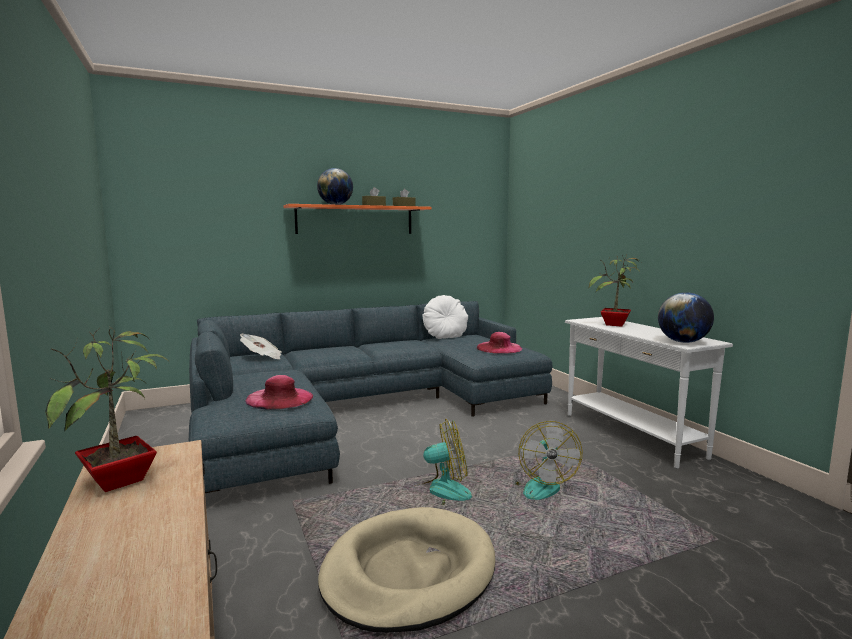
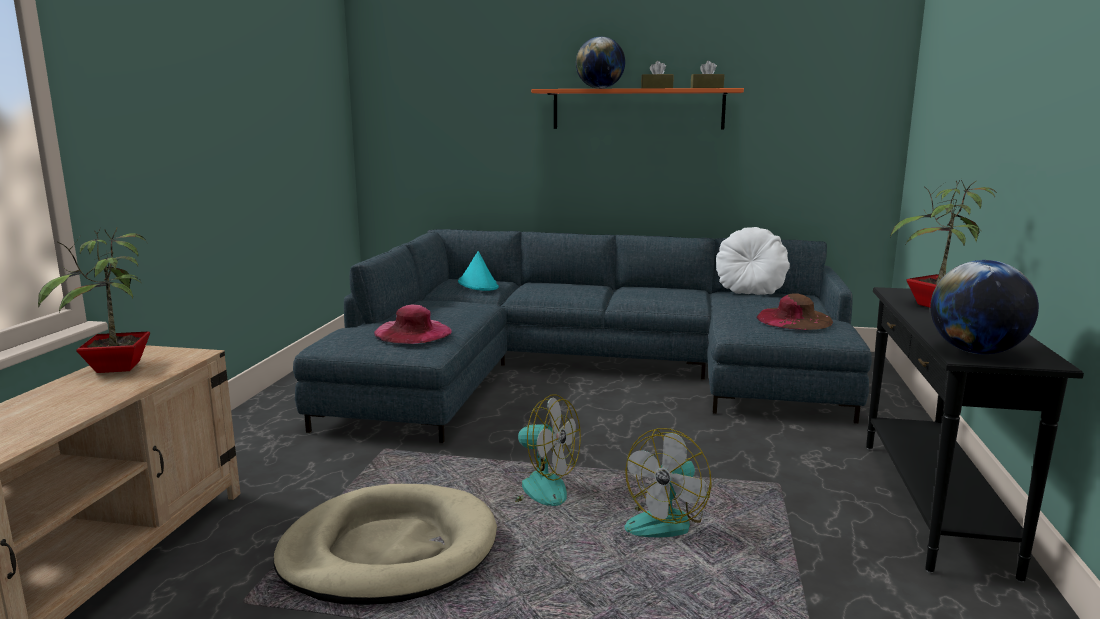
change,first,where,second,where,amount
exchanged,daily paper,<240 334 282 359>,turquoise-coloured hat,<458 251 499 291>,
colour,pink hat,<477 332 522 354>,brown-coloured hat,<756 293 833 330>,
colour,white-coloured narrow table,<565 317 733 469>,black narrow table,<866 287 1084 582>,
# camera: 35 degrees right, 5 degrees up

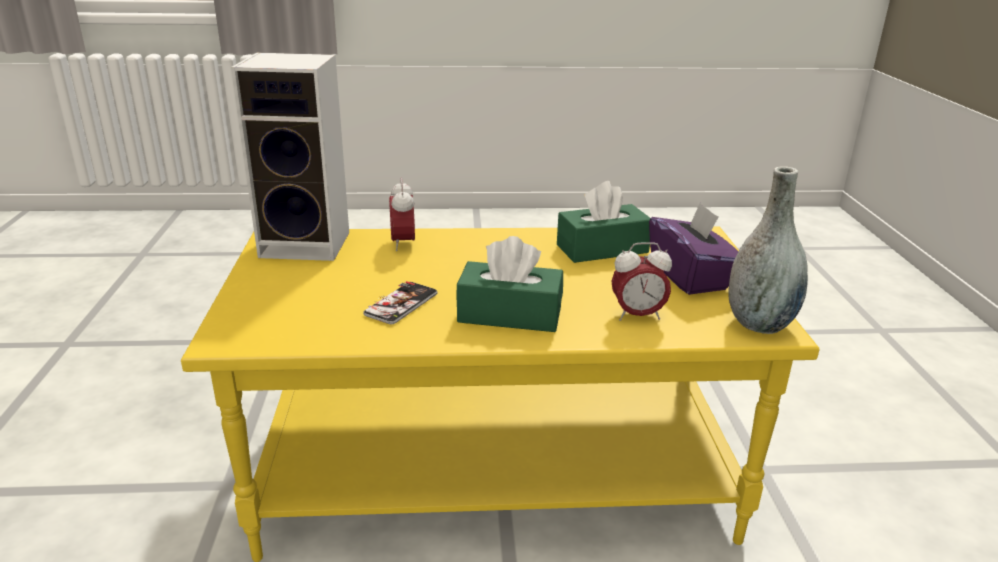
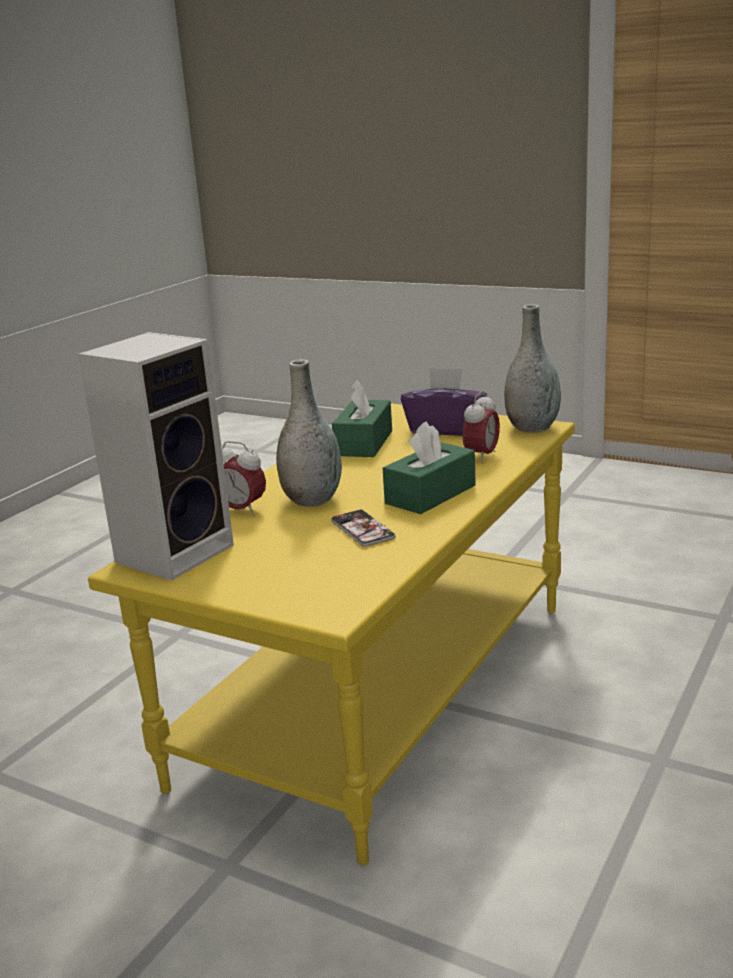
change,first,where,second,where,amount
appeared,,,gray decorative vase,<276 359 342 507>,
# camera: 55 degrees left, 5 degrees down

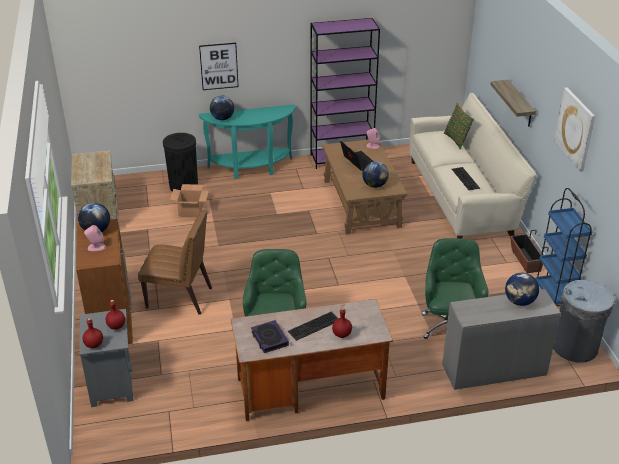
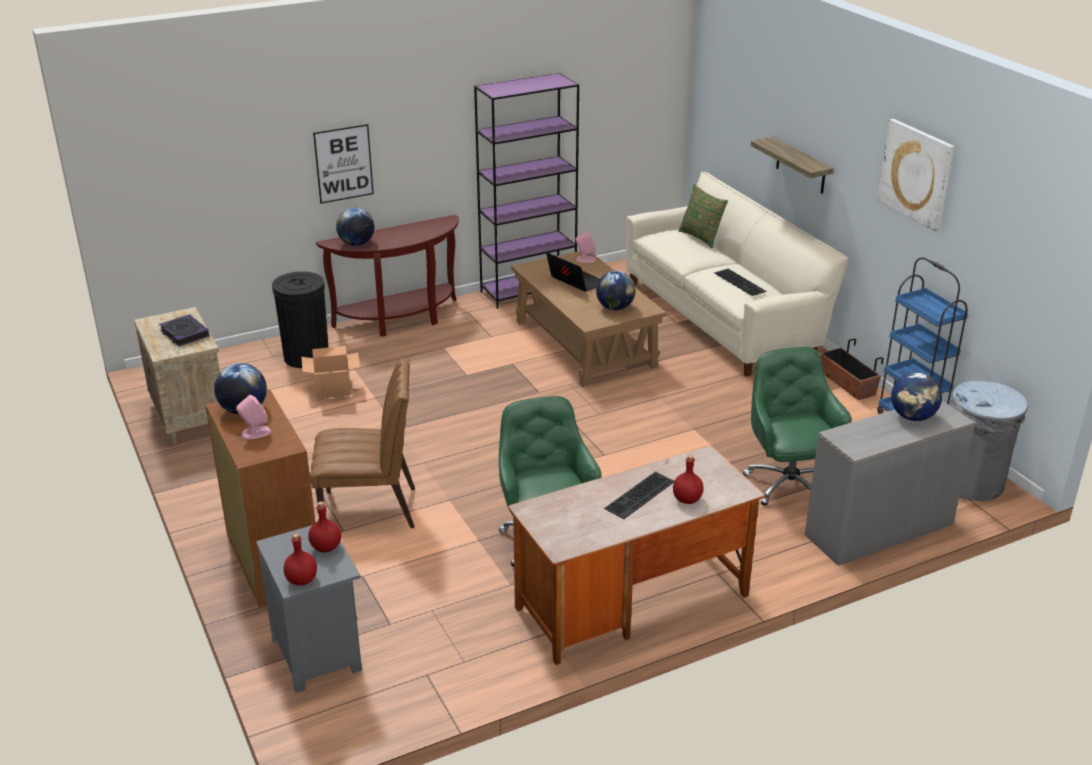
change,first,where,second,where,amount
colour,turquoise-coloured narrow table,<199 104 296 179>,brown-coloured narrow table,<316 215 459 337>,
relocated,book,<251 320 289 353>,,<159 314 209 346>,
# camera: 15 degrees left, 5 degrees down

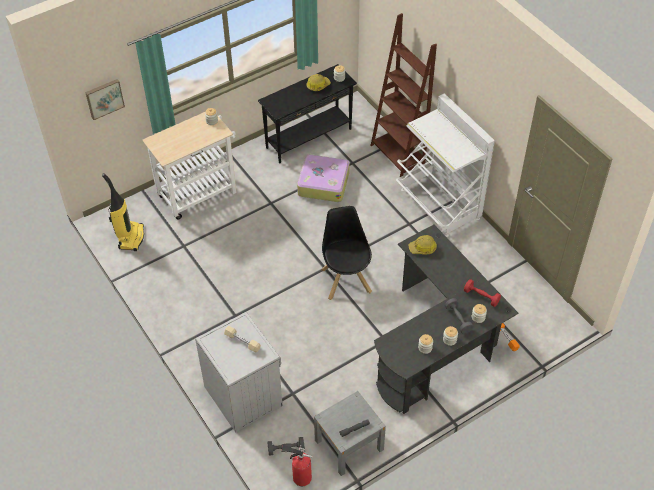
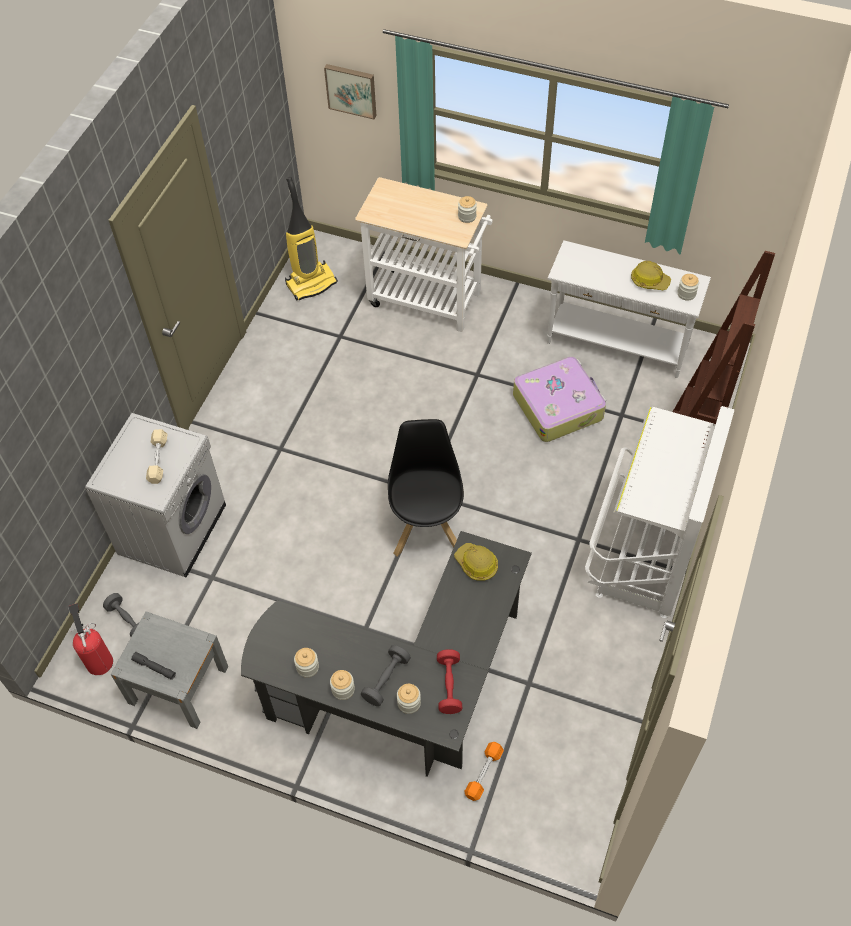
change,first,where,second,where,amount
colour,black narrow table,<258 64 357 163>,white-coloured narrow table,<547 240 711 378>,
spun,black chair,<321 206 372 300>,,<388 419 464 557>,45 degrees counterclockwise
# camera: 55 degrees right, 5 degrees up

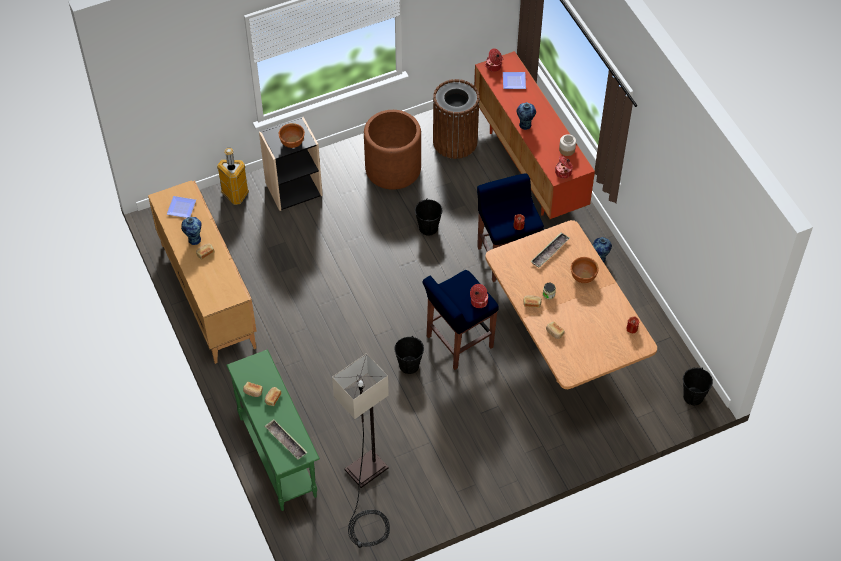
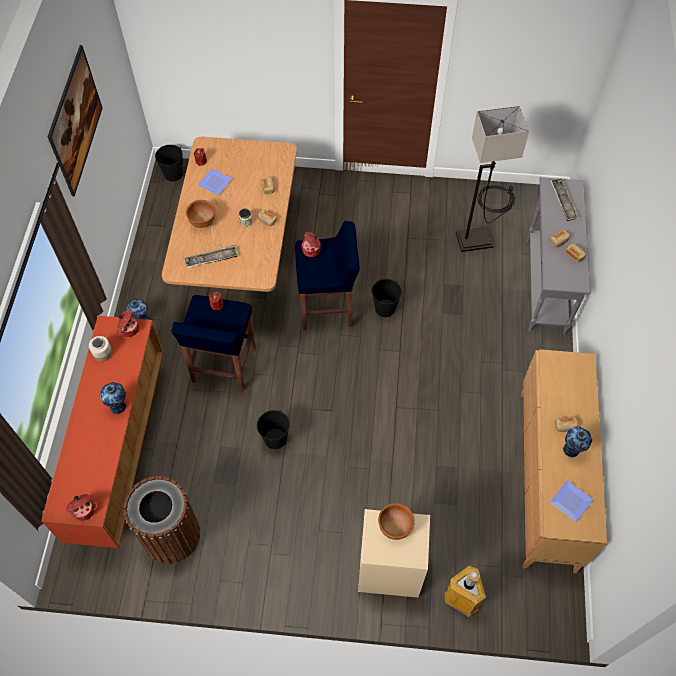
change,first,where,second,where,amount
colour,greenish narrow table,<226 349 320 511>,gray narrow table,<527 177 591 335>,
colour,black shelving unit,<259 117 323 211>,beige shelving unit,<358 509 430 598>,
missing,brown-coloured plant pot,<364 110 421 190>,,,
relocated,flat dish,<503 72 526 89>,,<198 169 232 195>,
appeared,,,wall art,<47 45 103 196>,
# camera: 150 degrees left, 5 degrees up

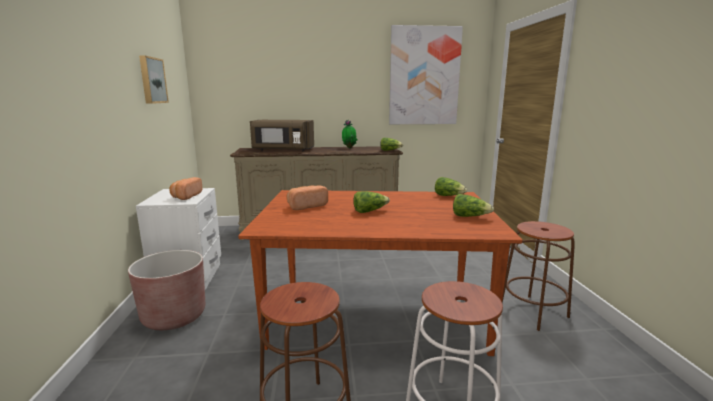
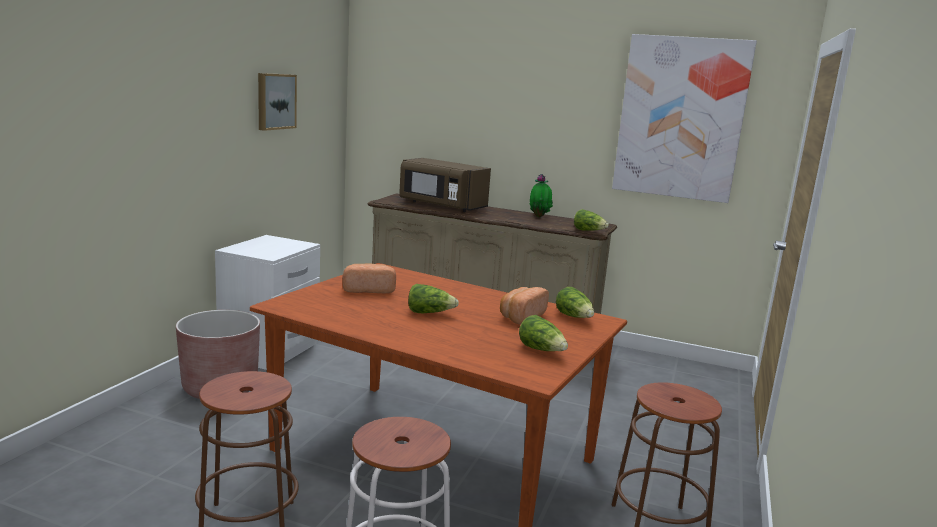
change,first,where,second,where,amount
relocated,bread,<169 177 202 200>,,<500 287 549 325>,
# camera: 25 degrees right, 0 degrees up

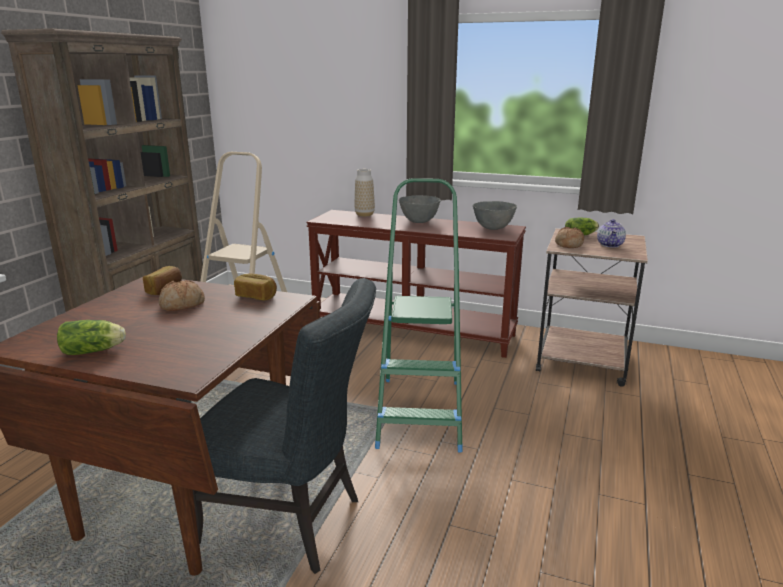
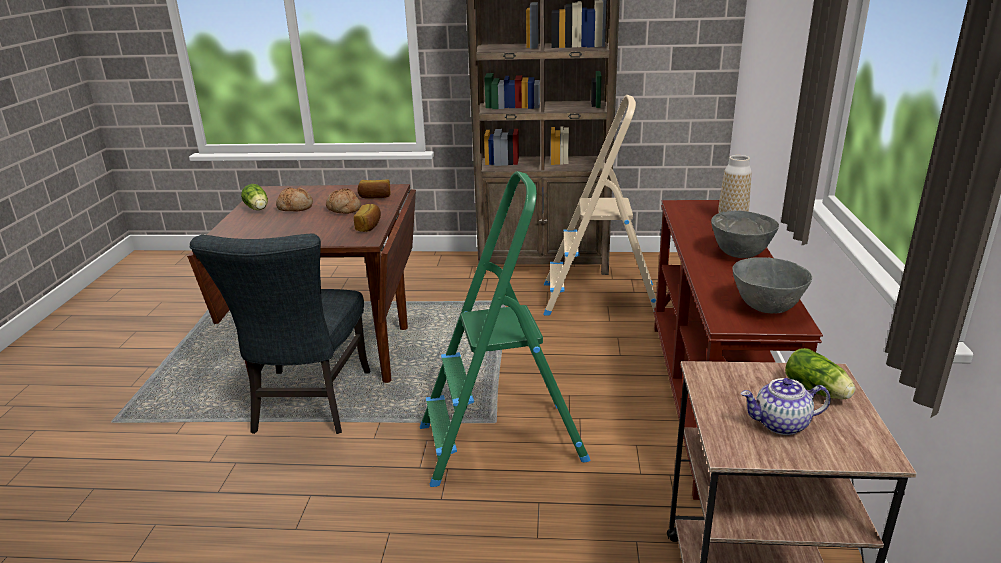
change,first,where,second,where,amount
relocated,bread,<555 227 584 248>,,<276 187 313 212>,
# camera: 75 degrees right, 5 degrees up

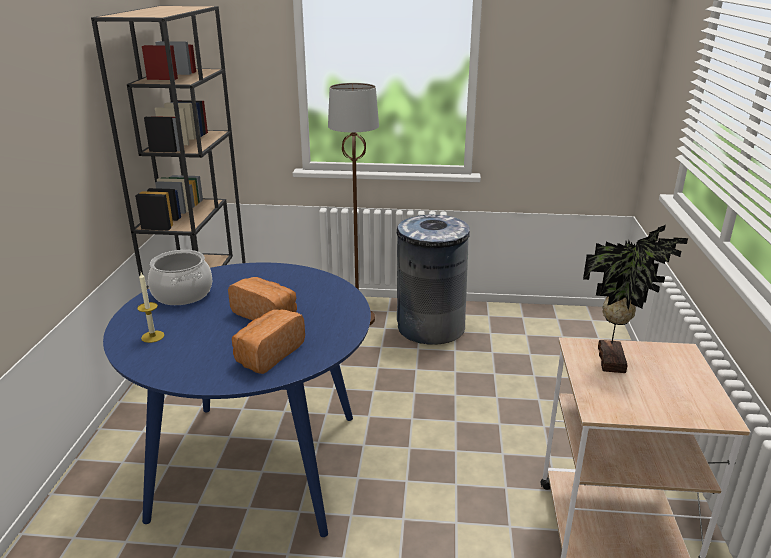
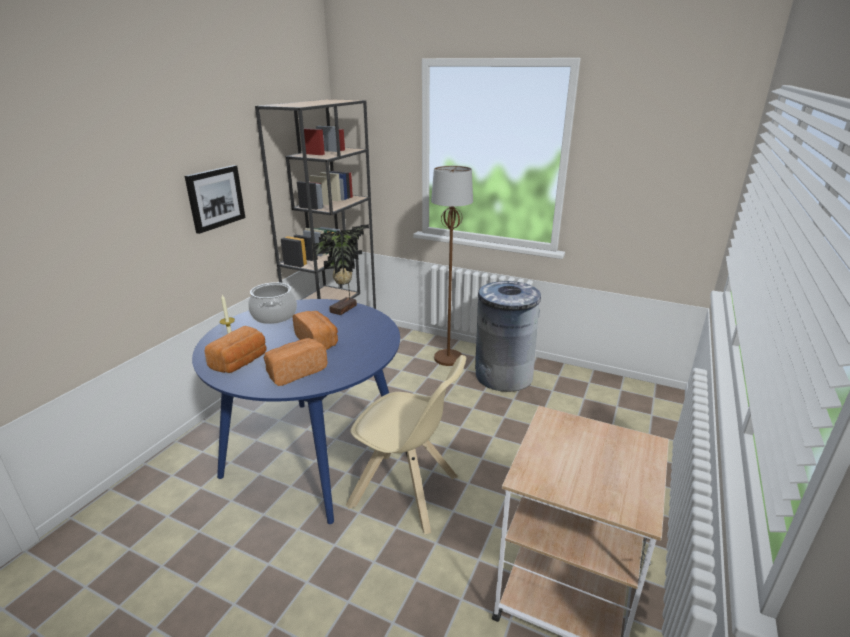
change,first,where,second,where,amount
relocated,houseplant,<583 225 688 373>,,<312 224 369 315>,
appeared,,,wall art,<185 165 245 234>,
appeared,,,bread,<204 326 267 373>,
appeared,,,beige chair,<346 355 466 534>,
# camera: 20 degrees right, 0 degrees up

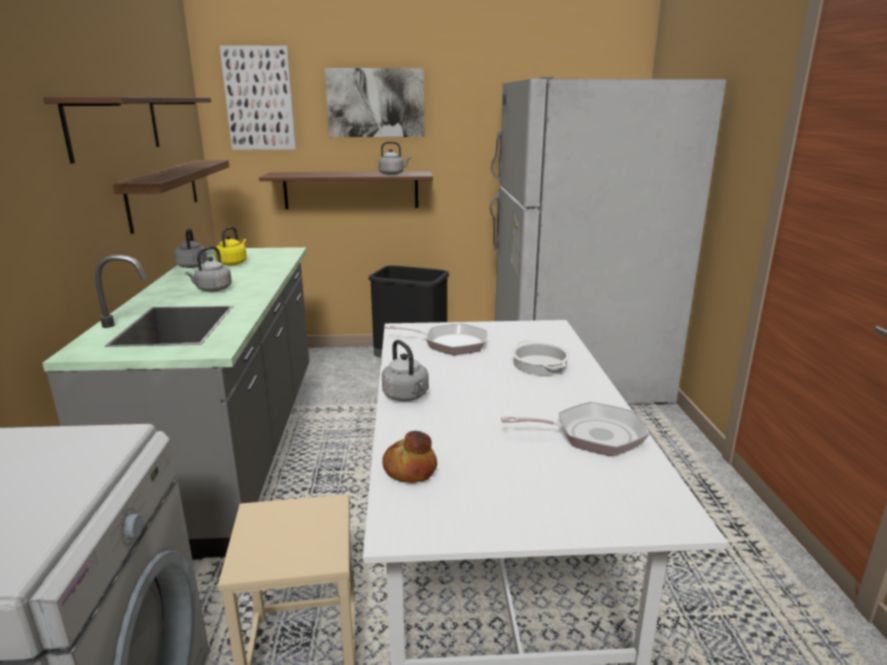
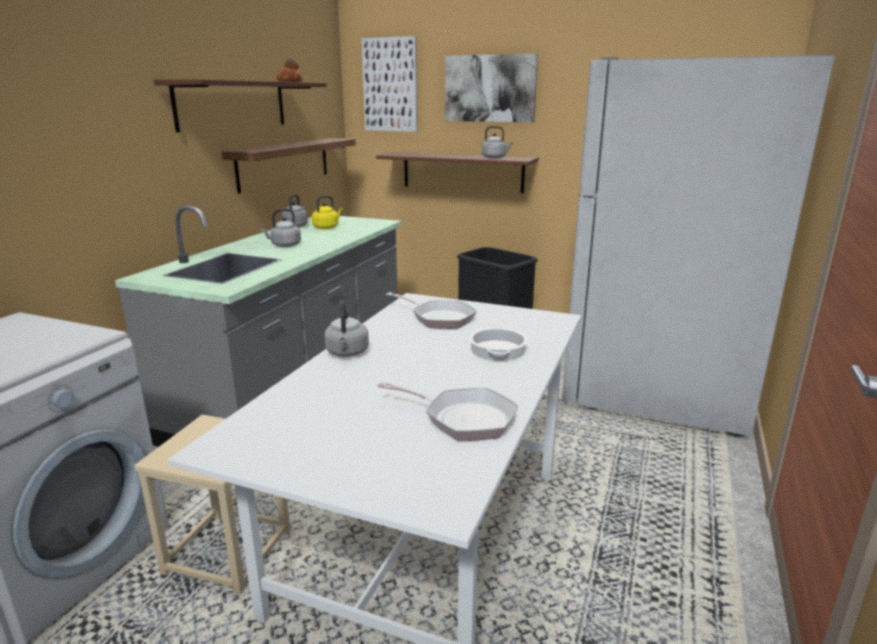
change,first,where,second,where,amount
relocated,bread,<382 431 437 483>,,<277 59 303 82>,
# camera: 25 degrees right, 0 degrees up

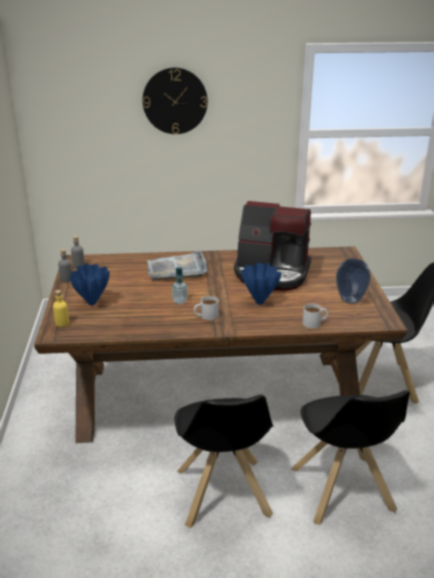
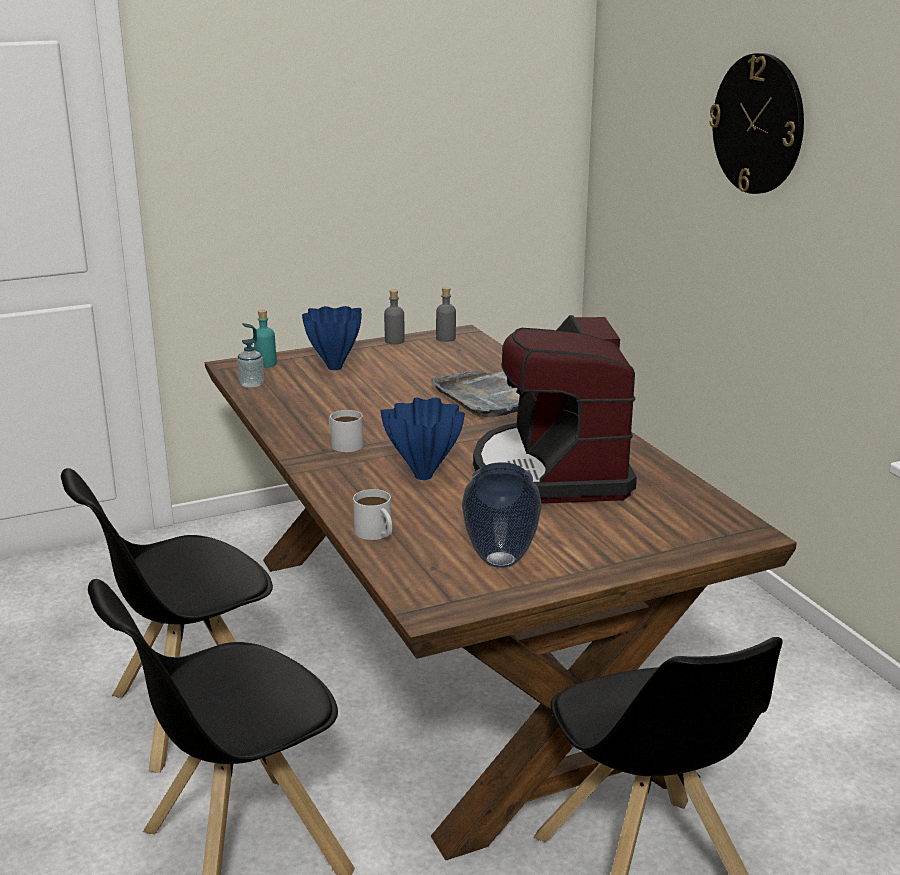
change,first,where,second,where,amount
colour,yellowish bottle,<53 290 69 327>,turquoise-coloured bottle,<254 310 277 368>,
relocated,soap dispenser,<172 267 188 304>,,<237 323 264 388>,
# camera: 70 degrees right, 5 degrees down

